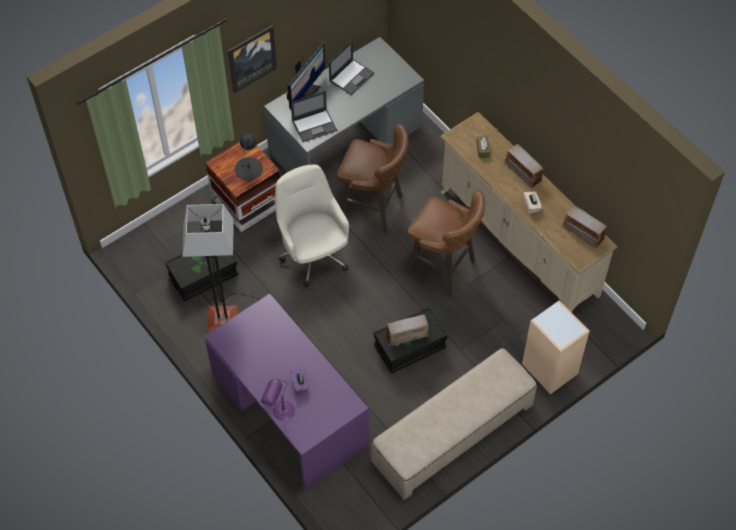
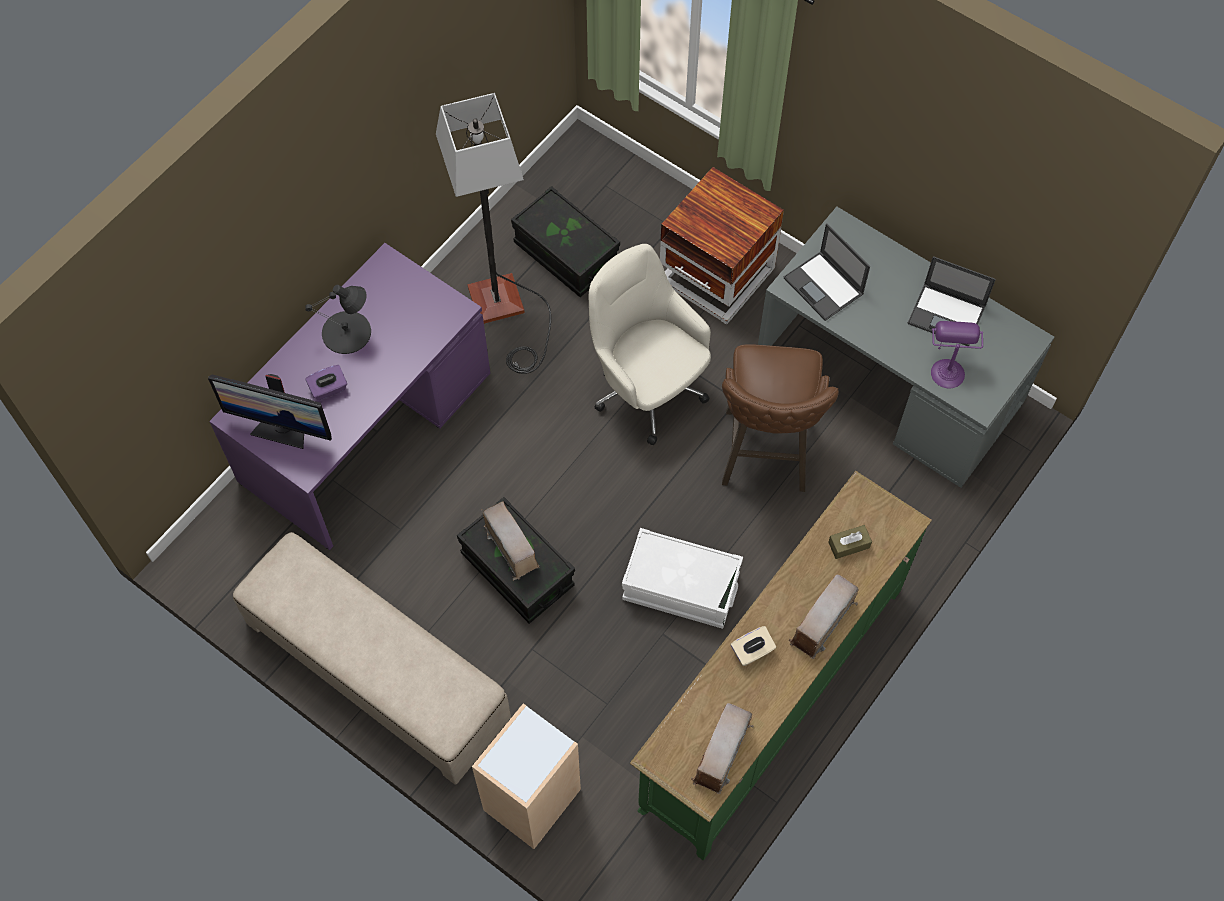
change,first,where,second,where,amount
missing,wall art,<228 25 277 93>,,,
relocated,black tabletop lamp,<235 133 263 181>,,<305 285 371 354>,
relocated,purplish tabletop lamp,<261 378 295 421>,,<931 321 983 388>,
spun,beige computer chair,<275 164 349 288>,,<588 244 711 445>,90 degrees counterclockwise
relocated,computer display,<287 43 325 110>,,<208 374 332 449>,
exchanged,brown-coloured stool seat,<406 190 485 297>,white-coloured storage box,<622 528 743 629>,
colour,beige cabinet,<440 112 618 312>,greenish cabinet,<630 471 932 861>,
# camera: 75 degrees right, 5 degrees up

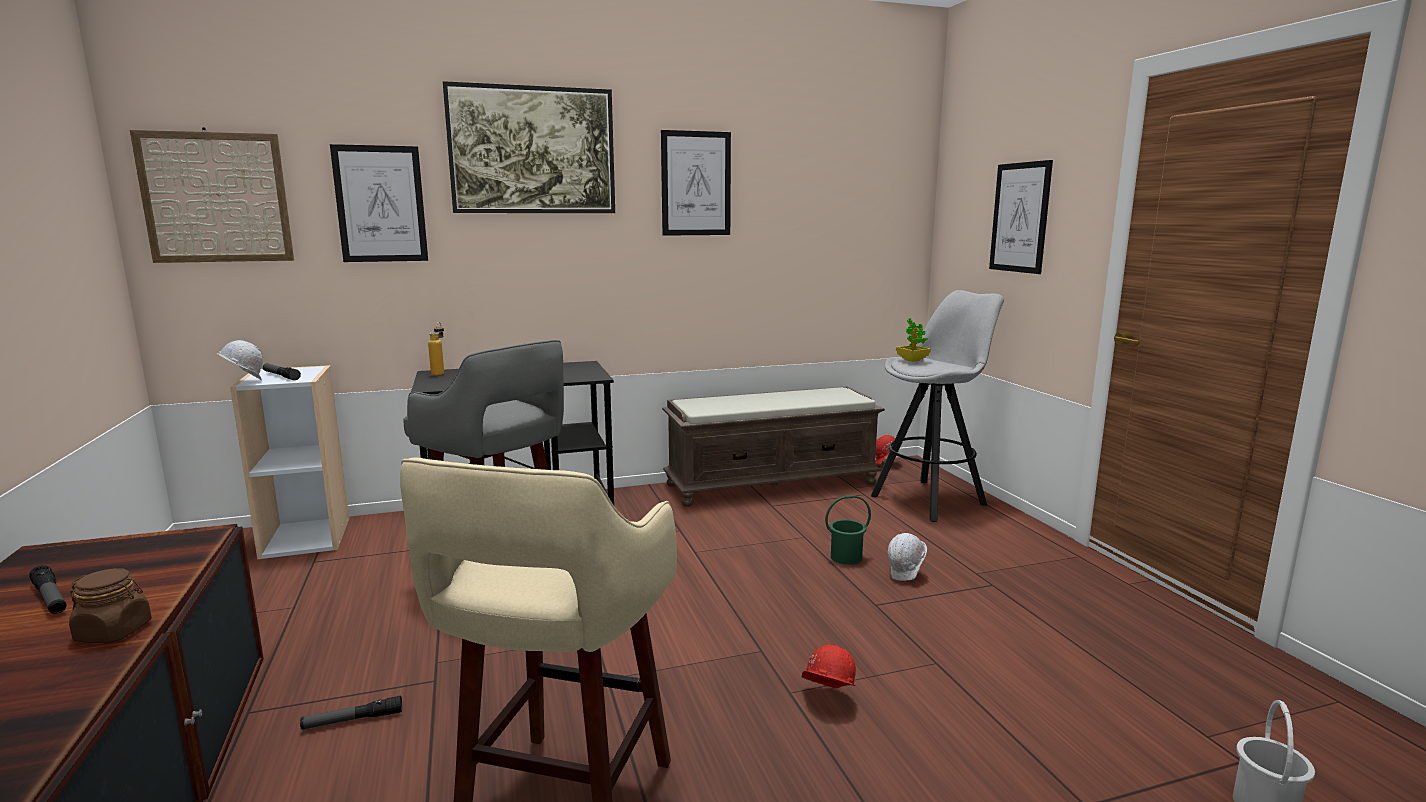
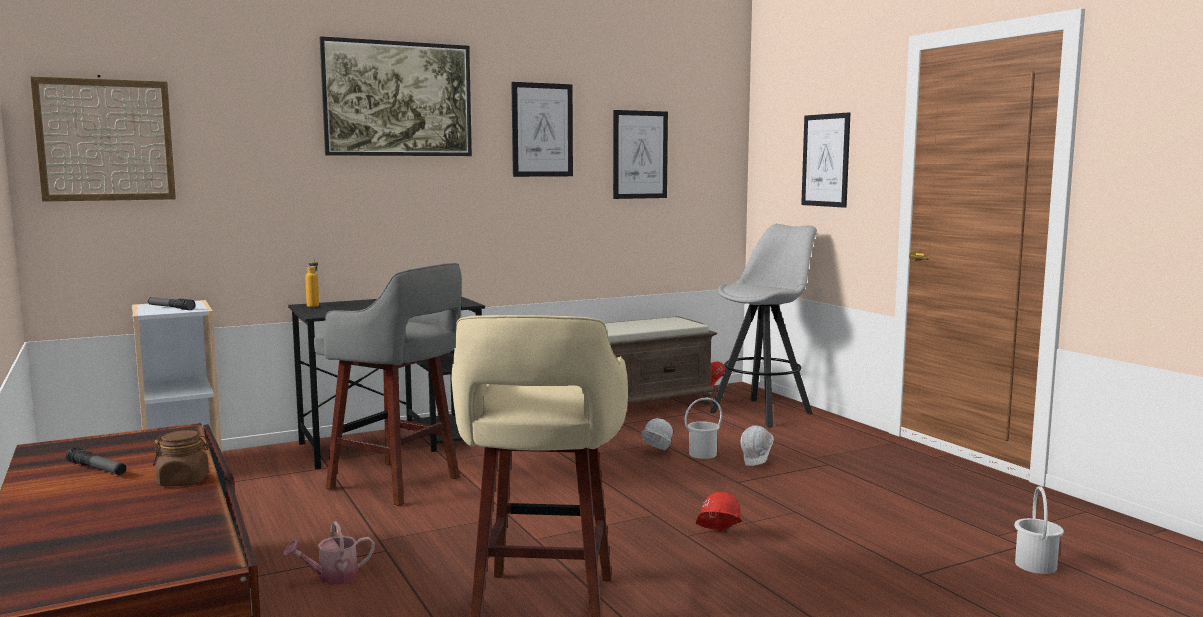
change,first,where,second,where,amount
relocated,white-coloured work helmet,<216 340 263 380>,,<641 418 673 451>,
exchanged,flashlight,<300 696 402 730>,sprinkling can,<284 521 375 585>,
relocated,wall art,<330 144 428 262>,,<613 110 668 199>,
colour,greenish bucket,<825 495 871 565>,white-coloured bucket,<685 397 722 459>,
missing,houseplant,<896 318 931 362>,,,
# camera: 10 degrees left, 5 degrees down

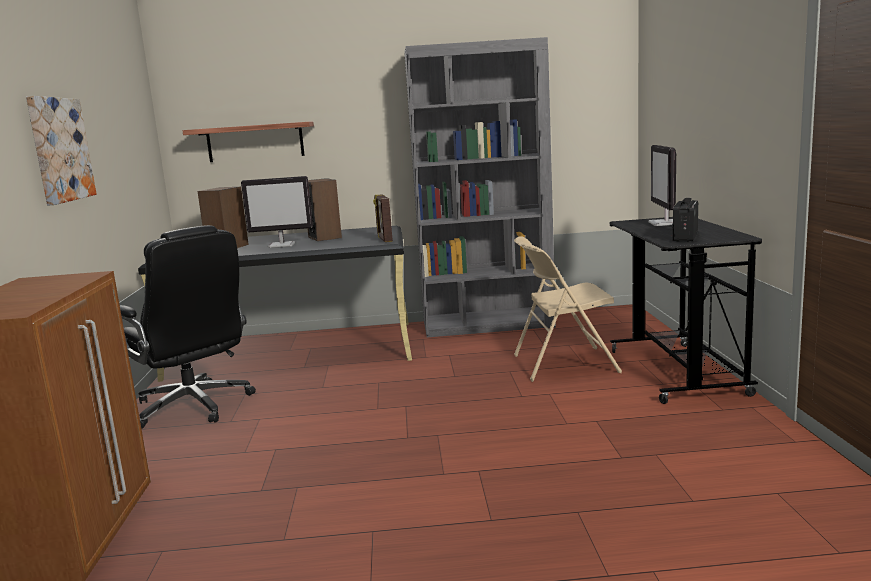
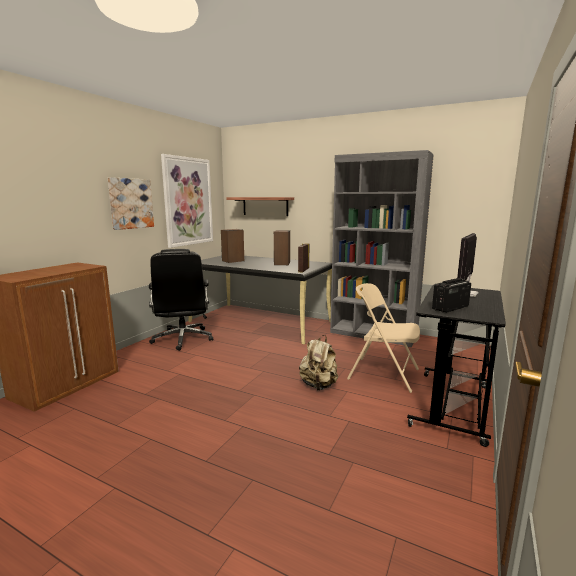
change,first,where,second,where,amount
missing,computer display,<241 176 313 248>,,,
appeared,,,wall art,<161 154 213 248>,
appeared,,,beige knapsack,<299 335 338 390>,
# camera: 30 degrees right, 0 degrees up

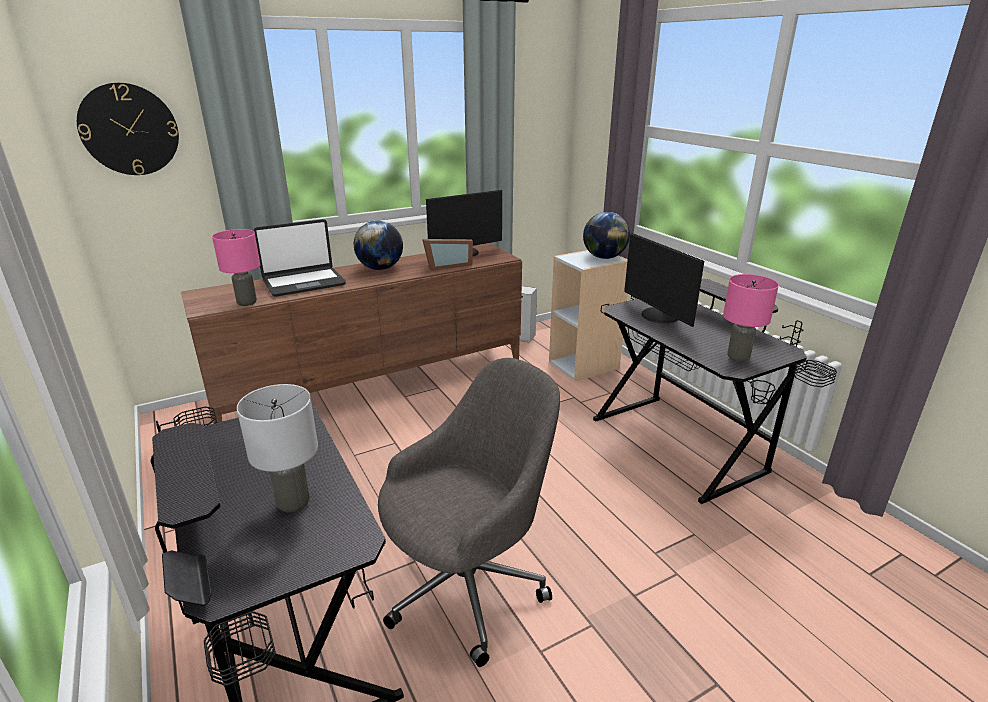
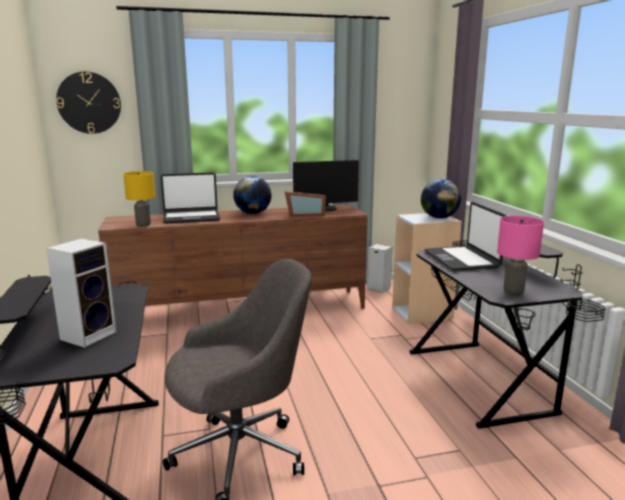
change,first,where,second,where,amount
colour,pink tabletop lamp,<212 229 260 306>,yellowish tabletop lamp,<123 171 156 227>,
exchanged,white-coloured tabletop lamp,<237 384 318 513>,audio speaker,<46 238 117 348>,
exchanged,computer display,<624 233 704 327>,laptop,<425 202 507 271>,
# camera: 15 degrees right, 10 degrees down

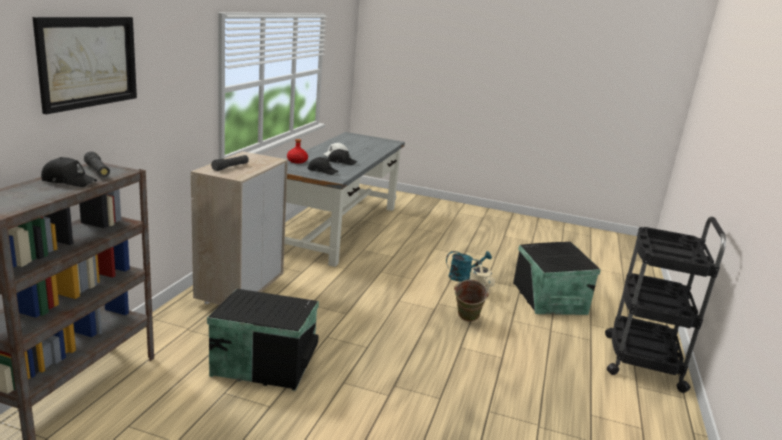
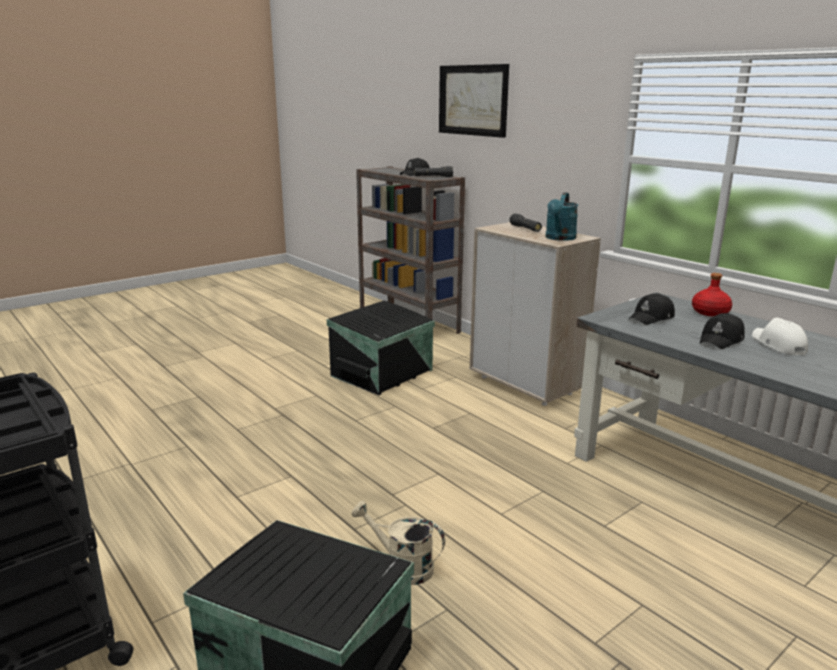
change,first,where,second,where,amount
relocated,turquoise-coloured sprinkling can,<446 251 492 282>,,<545 193 578 241>,
missing,greenish bucket,<454 280 489 321>,,,
# camera: 125 degrees right, 0 degrees up

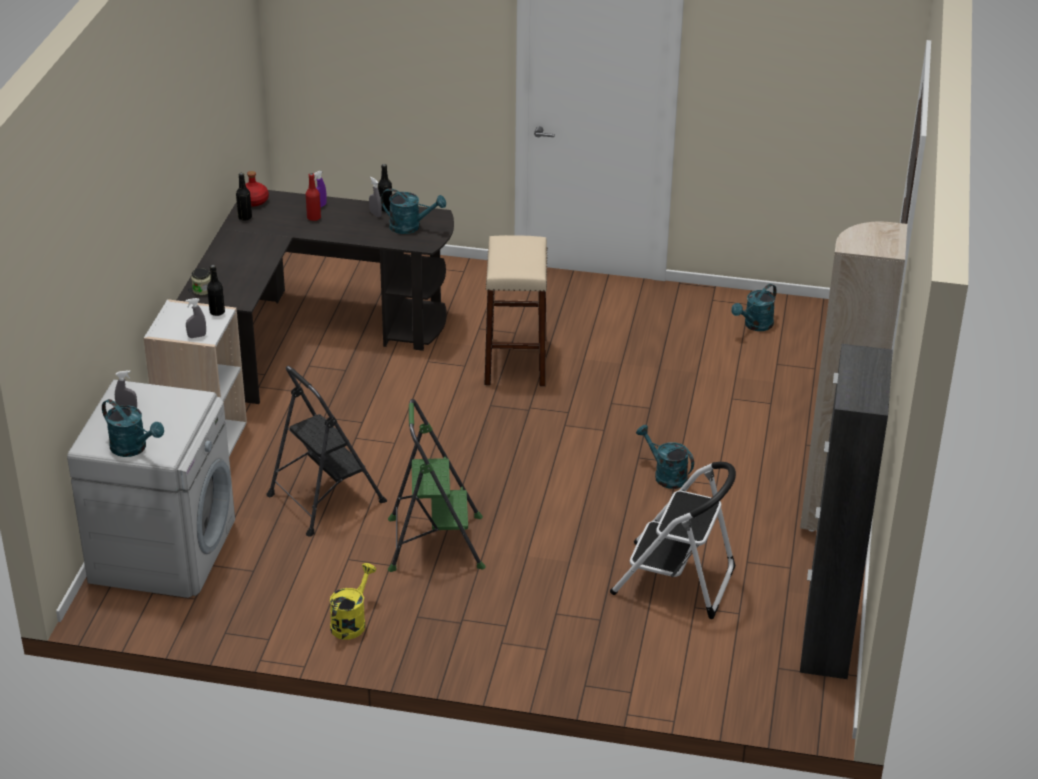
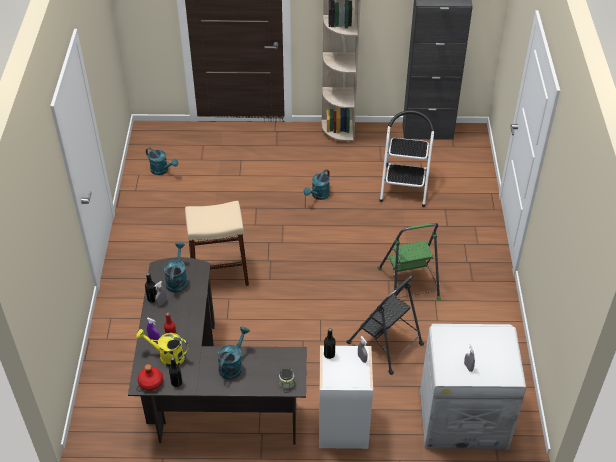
change,first,where,second,where,amount
relocated,turquoise-coloured sprinkling can,<102 399 164 457>,,<218 326 250 379>,
relocated,yellowish sprinkling can,<330 563 376 640>,,<136 329 189 367>,
# camera: 100 degrees left, 10 degrees up

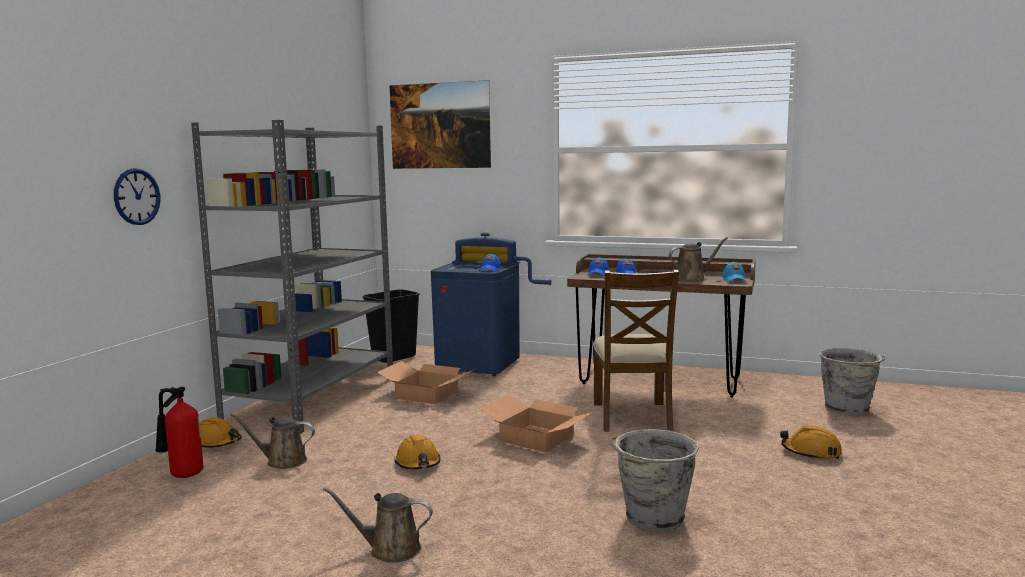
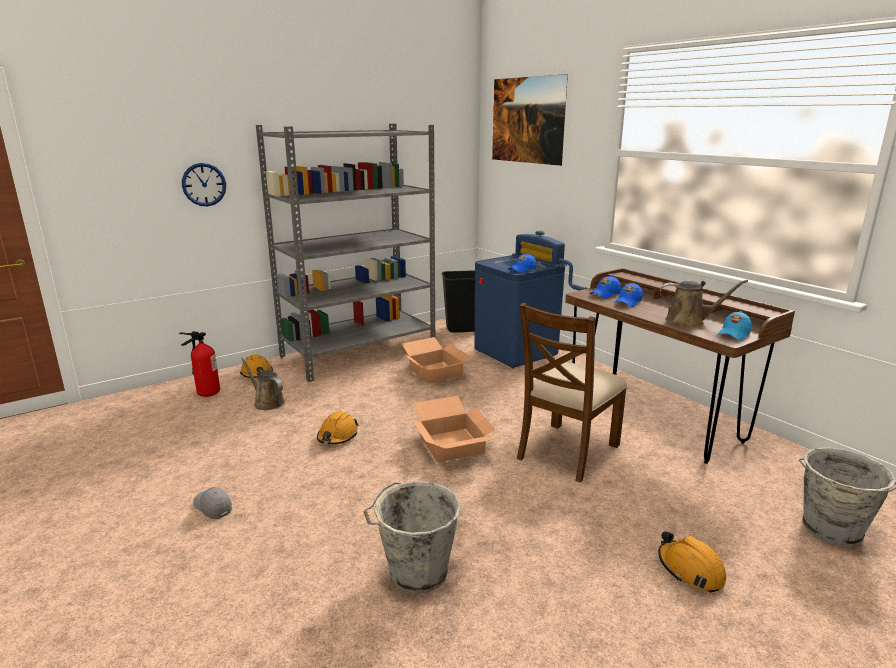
change,first,where,second,where,amount
exchanged,brown-coloured sprinkling can,<323 487 433 563>,gray cap,<193 487 232 519>,
# camera: 35 degrees right, 10 degrees up

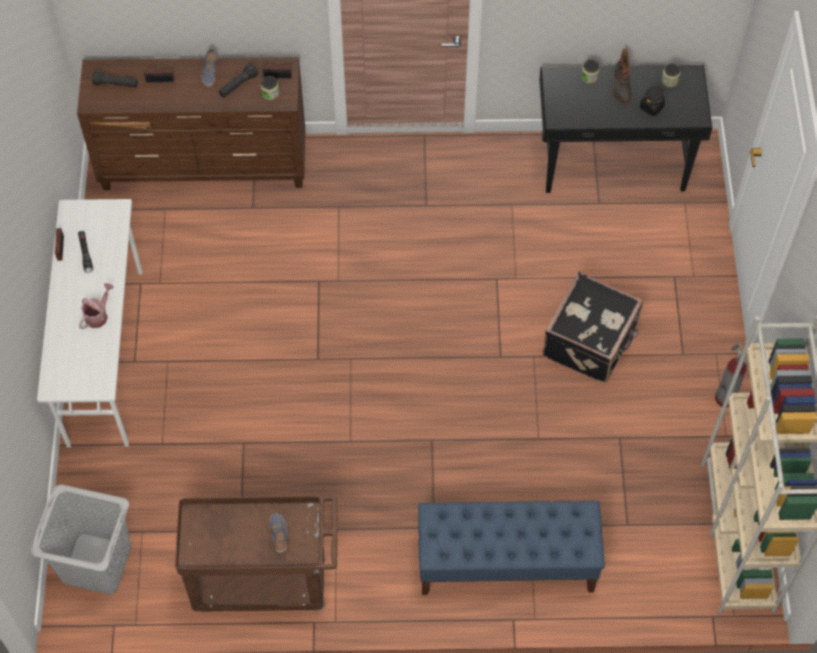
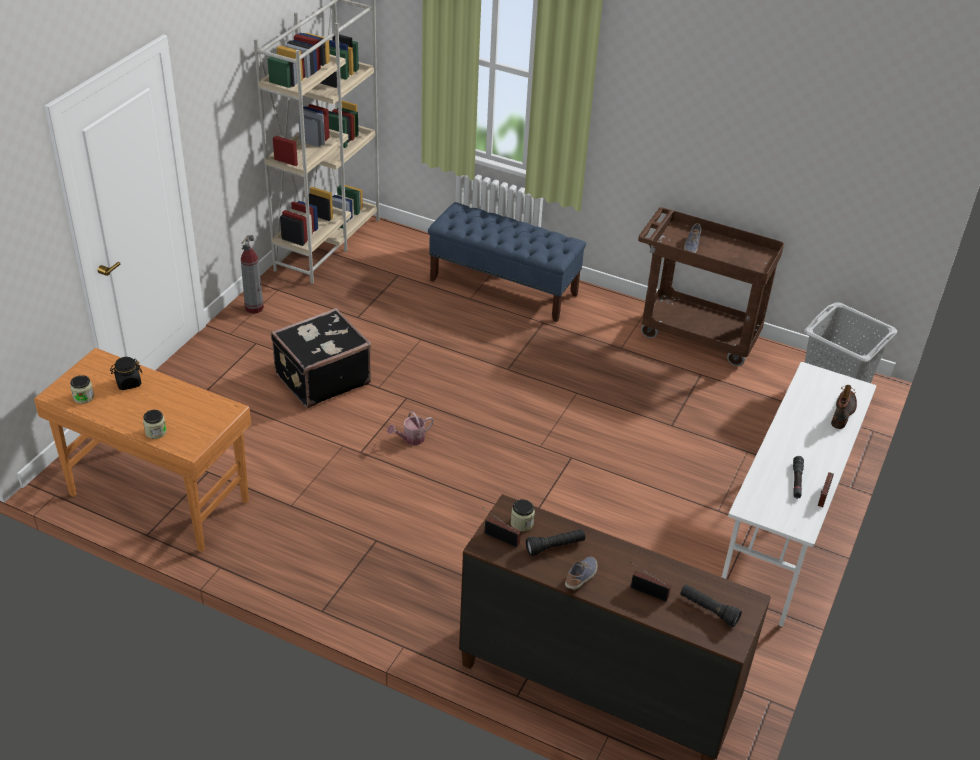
change,first,where,second,where,amount
relocated,sprinkling can,<79 283 114 329>,,<387 412 434 445>,
colour,black narrow table,<539 65 712 193>,orange narrow table,<34 348 251 552>,
relocated,boot,<613 49 632 103>,,<831 385 857 429>,
# camera: 155 degrees left, 20 degrees down

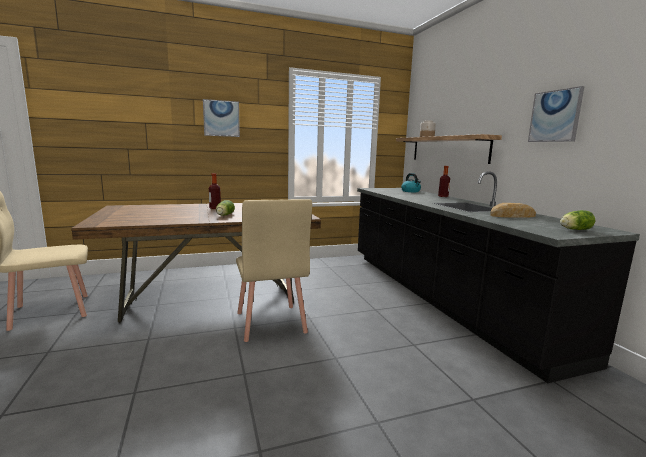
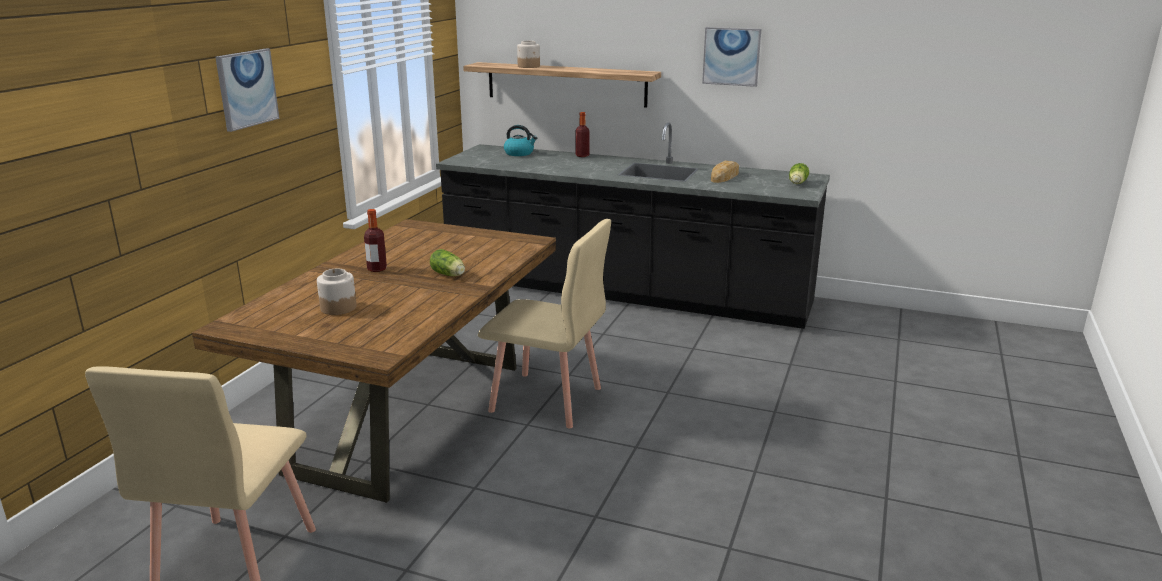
change,first,where,second,where,amount
appeared,,,storage jar,<317 269 356 315>,
# camera: 50 degrees left, 10 degrees up

